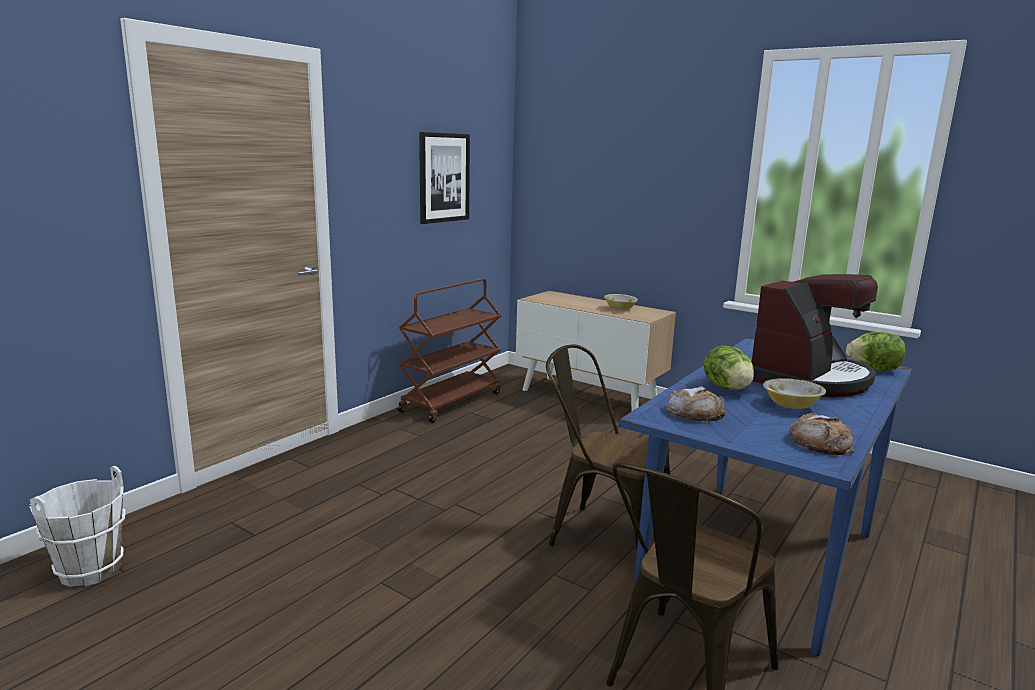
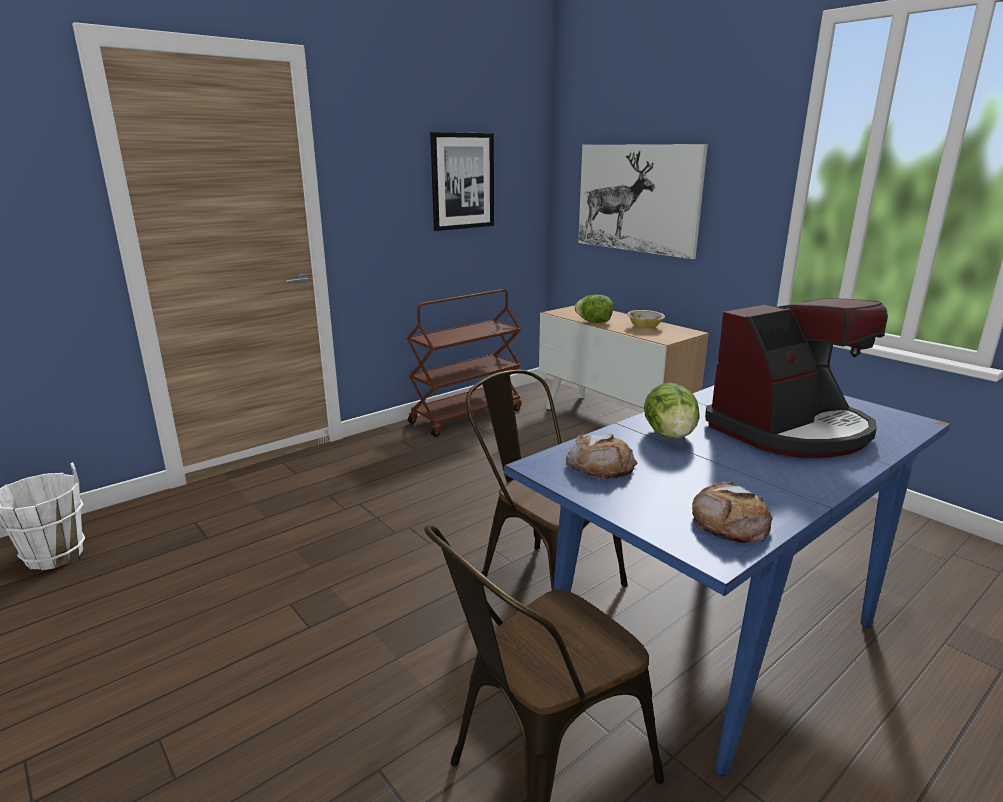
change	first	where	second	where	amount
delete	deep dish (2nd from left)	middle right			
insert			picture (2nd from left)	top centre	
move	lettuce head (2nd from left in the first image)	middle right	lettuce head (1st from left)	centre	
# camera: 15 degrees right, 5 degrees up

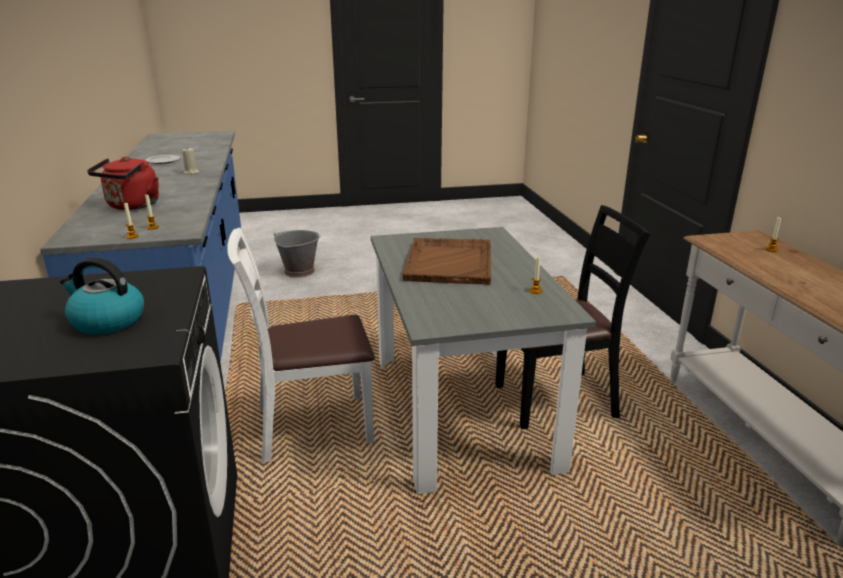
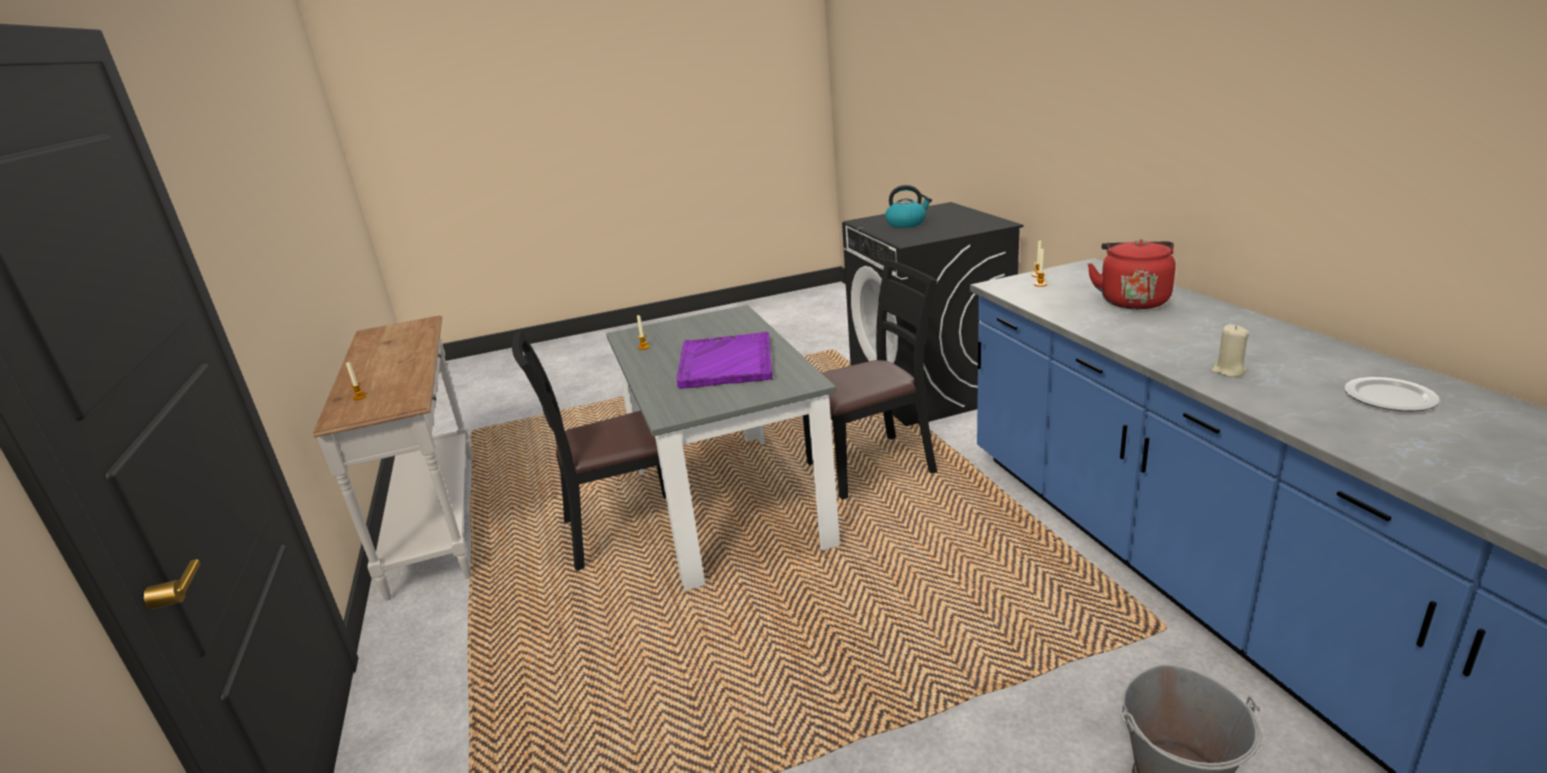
change	first	where	second	where	amount
recolor	whitish plain chair	centre	blackish plain chair (2nd from left)	centre	
recolor	brown-coloured carrying tray	centre	purple-coloured carrying tray	centre	
# camera: 175 degrees right, 0 degrees up

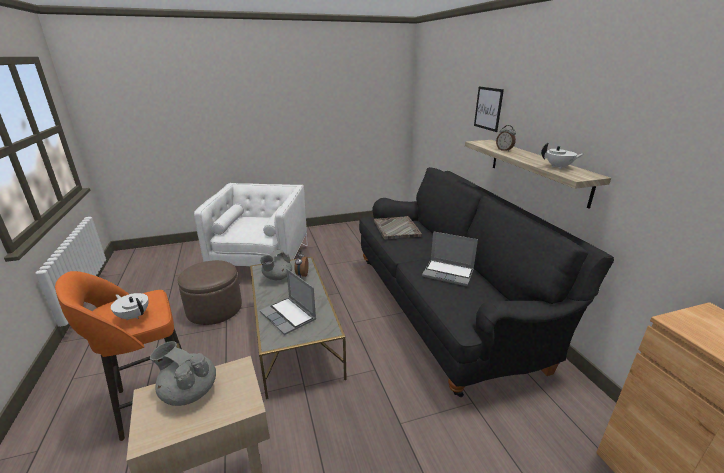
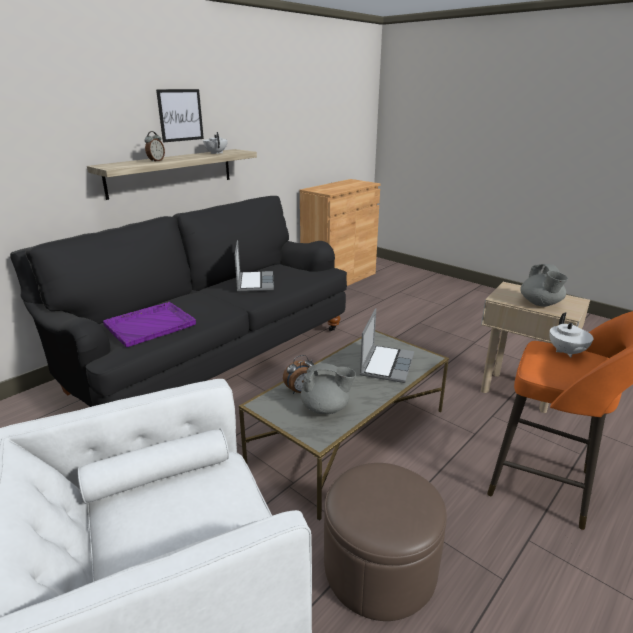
change	first	where	second	where	amount
move	picture	top right		top left	
recolor	grey carrying tray	centre	purple-coloured carrying tray	middle left	
# camera: 120 degrees left, 0 degrees up

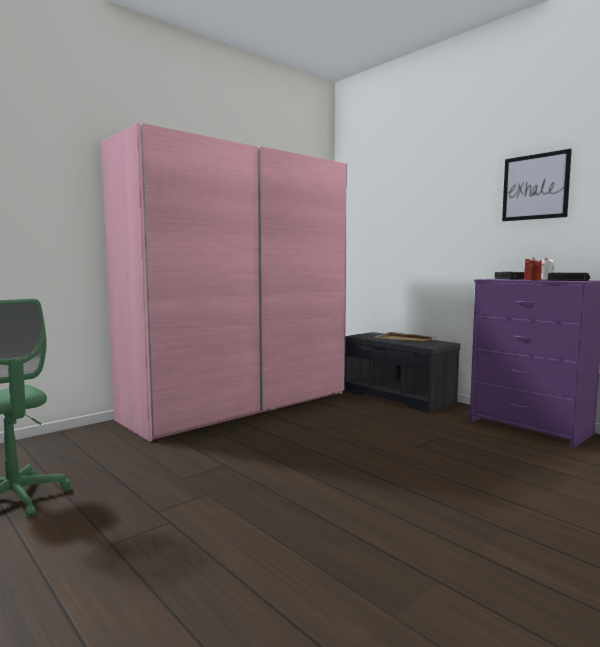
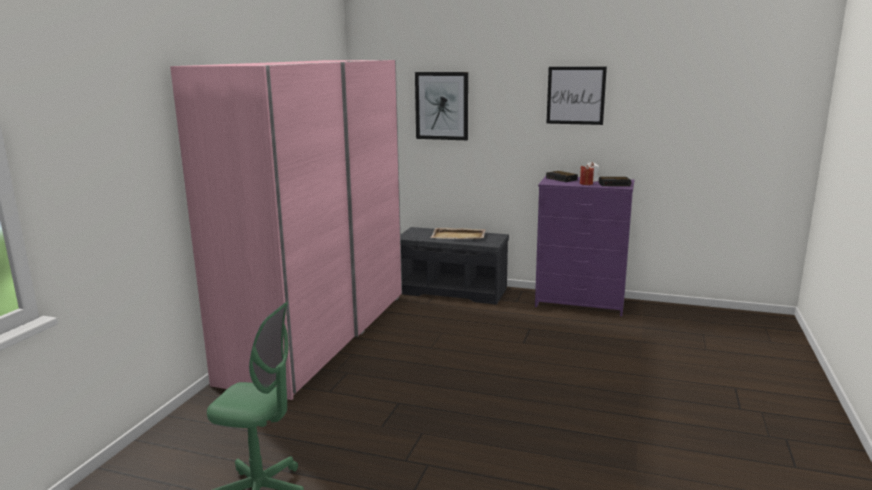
change	first	where	second	where	amount
insert			picture (1st from left)	top centre	
# camera: 30 degrees left, 10 degrees up

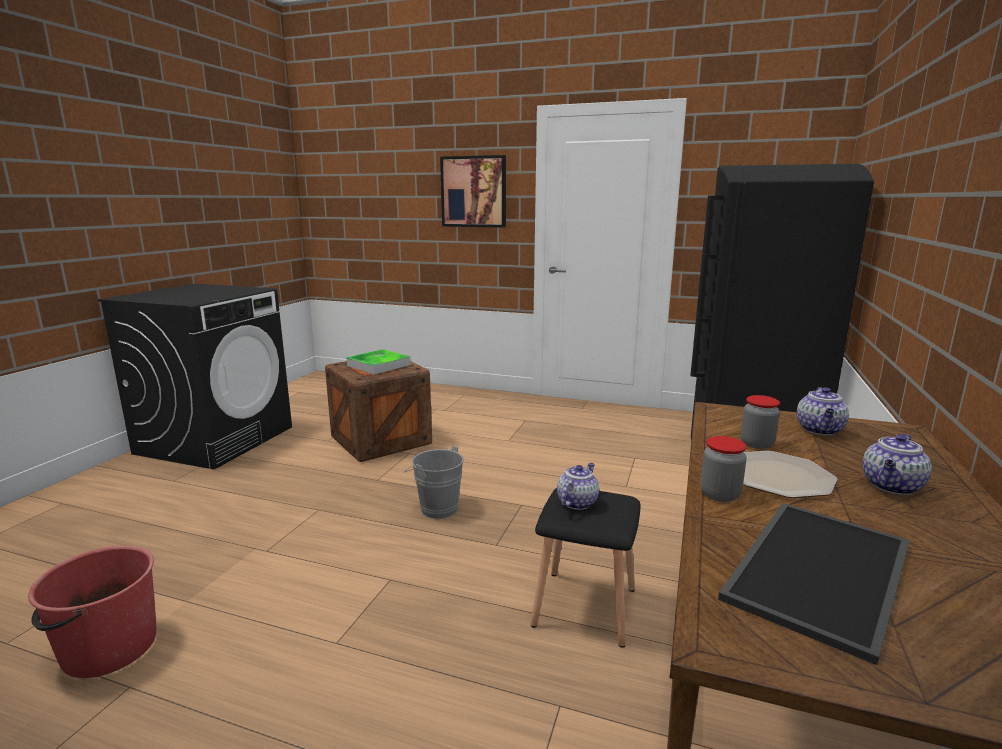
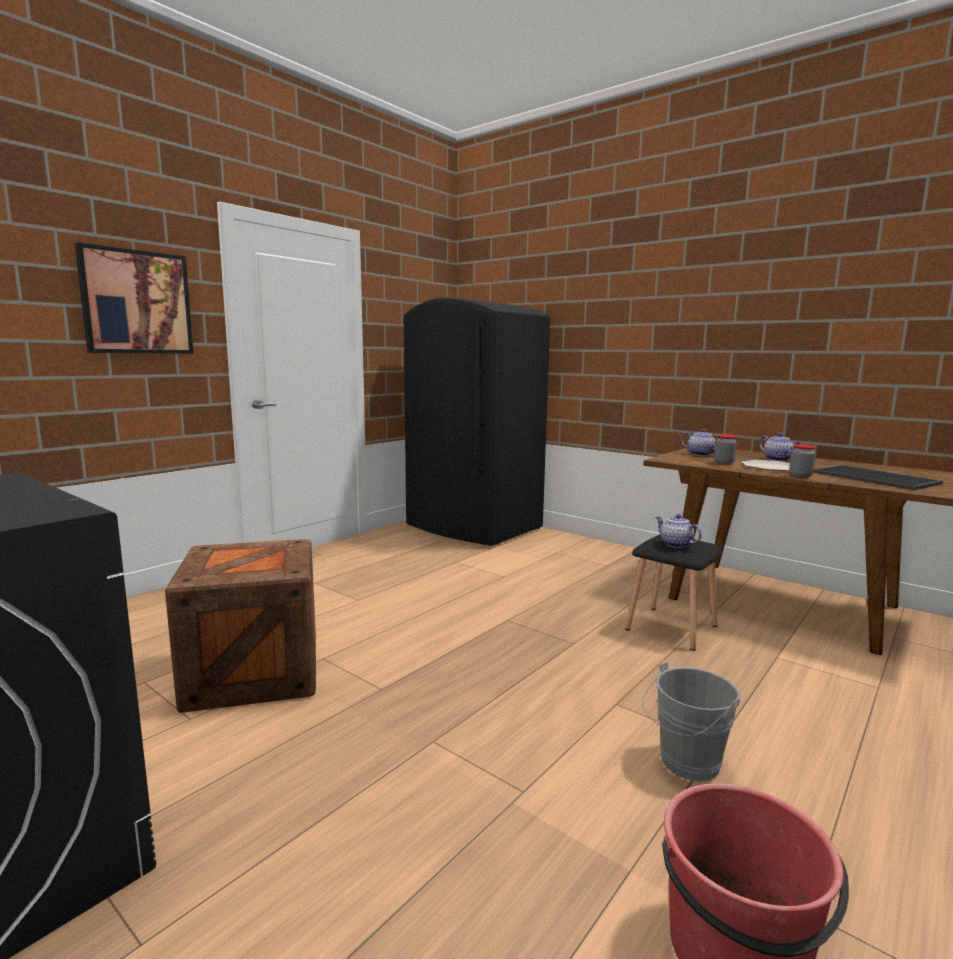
change	first	where	second	where	amount
delete	carrying tray (1st from left)	centre			
move	grey pail	centre		bottom right	
# camera: 70 degrees left, 5 degrees down

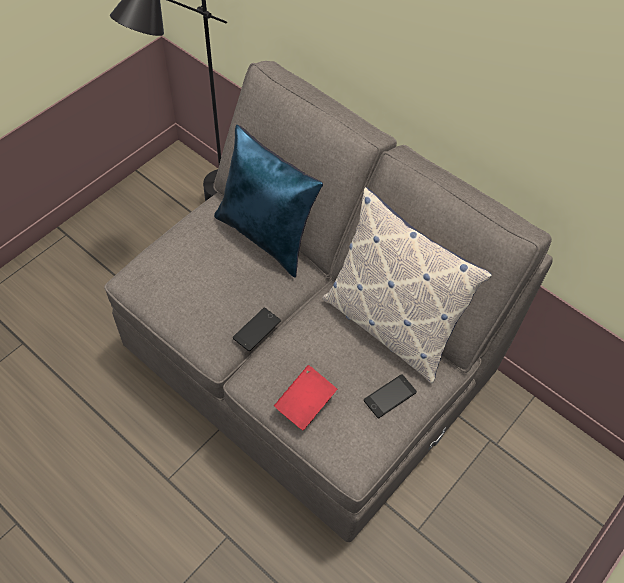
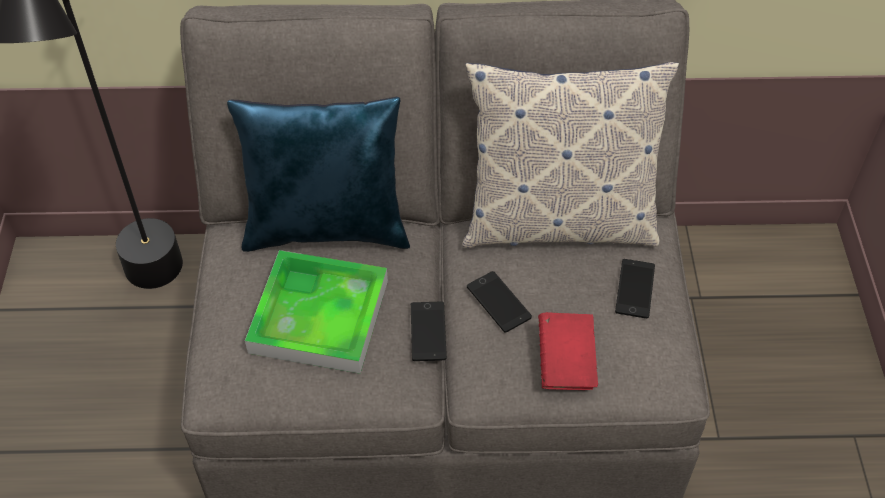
change	first	where	second	where	amount
insert			carrying tray	centre	
insert			handset (2nd from left)	centre	
# camera: 40 degrees left, 5 degrees down

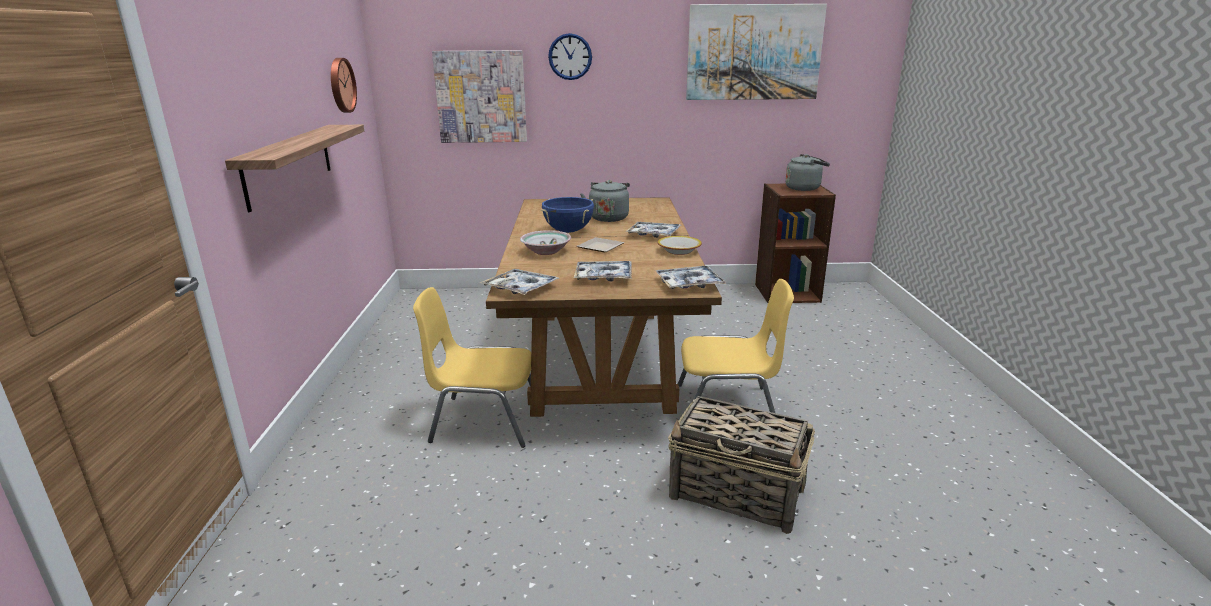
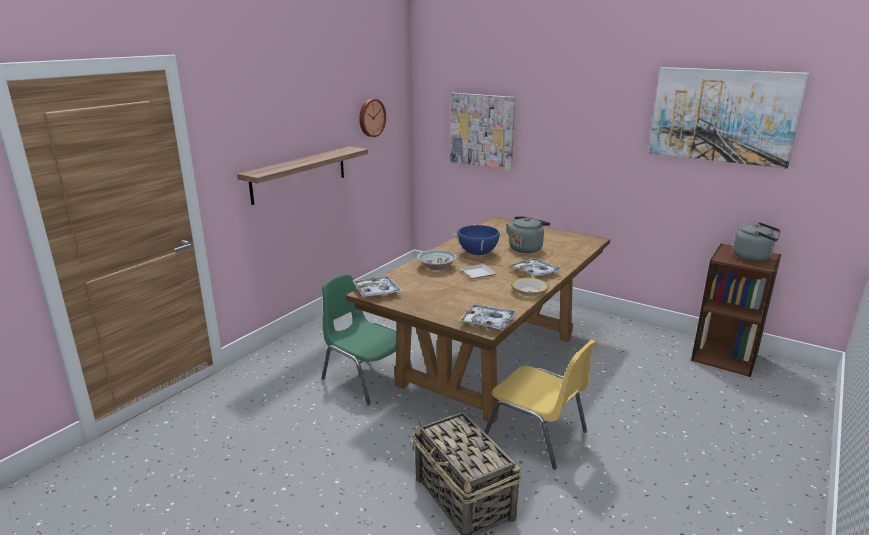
change	first	where	second	where	amount
delete	clock on the wall (2nd from left)	top centre			
delete	carrying tray (2nd from left)	centre			
recolor	yellowish plain chair (1st from left)	centre	green plain chair	centre	
# camera: 35 degrees right, 0 degrees up

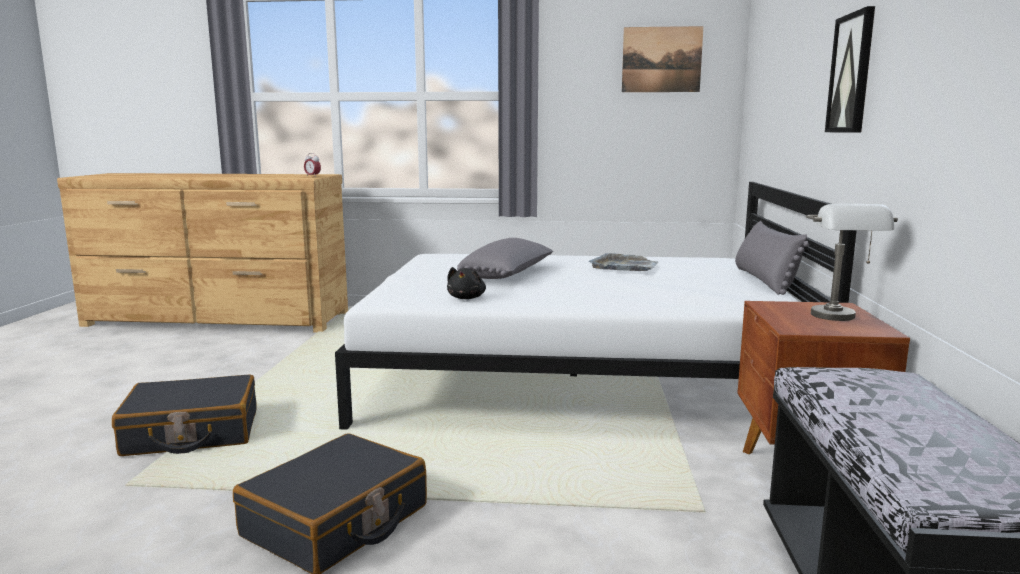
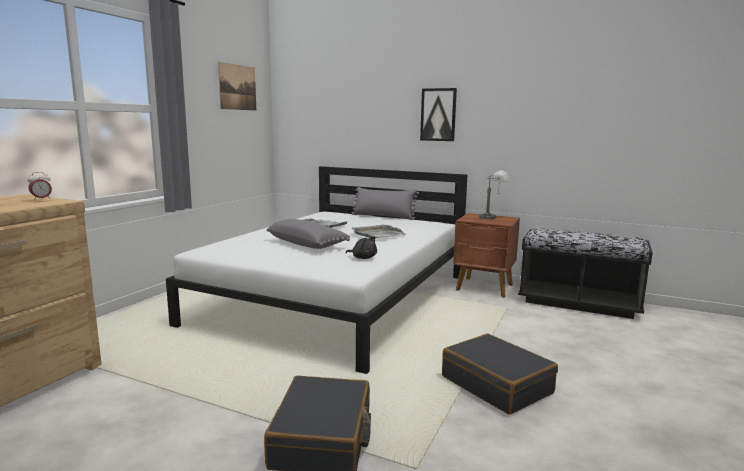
change	first	where	second	where	amount
insert			grey carrying tray (2nd from left)	centre	
# camera: 70 degrees left, 0 degrees up

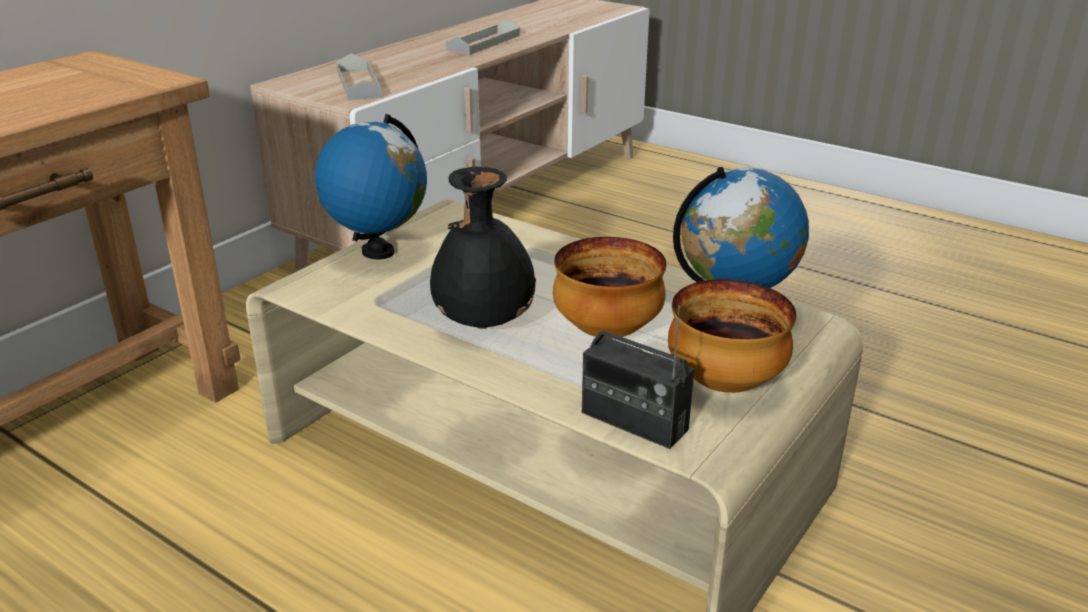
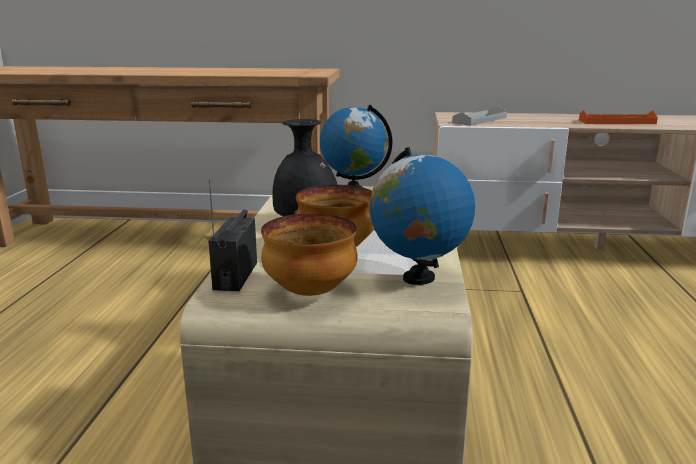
change	first	where	second	where	amount
recolor	grey carrying tray (2nd from left)	top centre	orange-coloured carrying tray	top right	
# camera: 60 degrees right, 10 degrees down

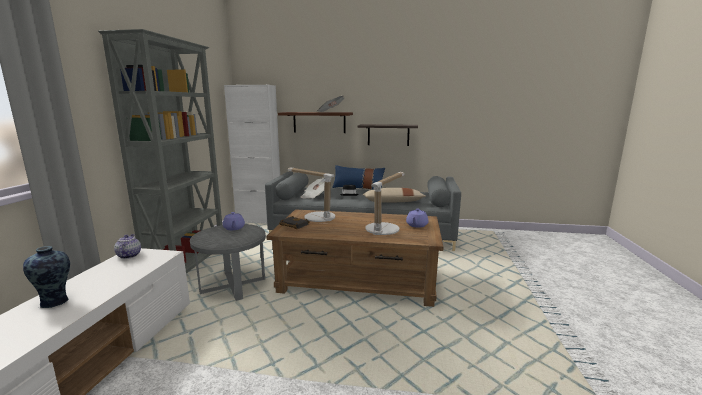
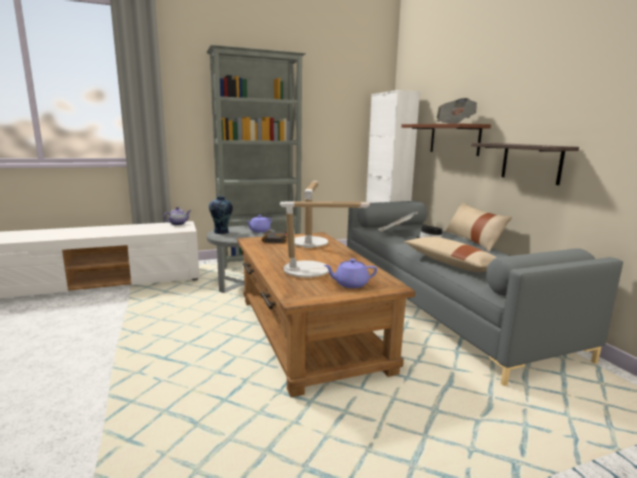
change	first	where	second	where	amount
move	decorative vase	bottom left		centre	
recolor	blue throw pillow	centre	beige-coloured throw pillow (2nd from left)	middle right	
# camera: 60 degrees right, 0 degrees up

